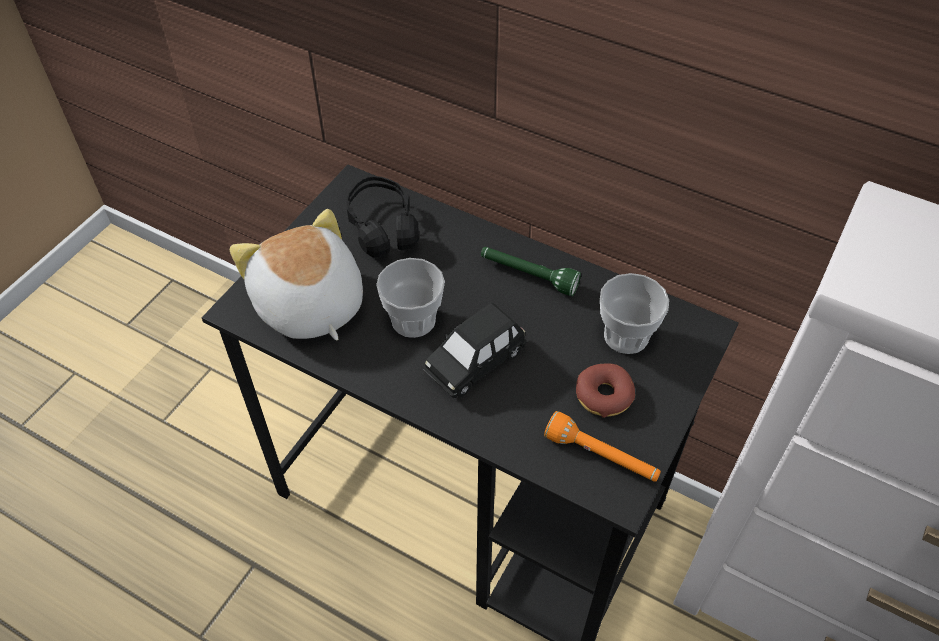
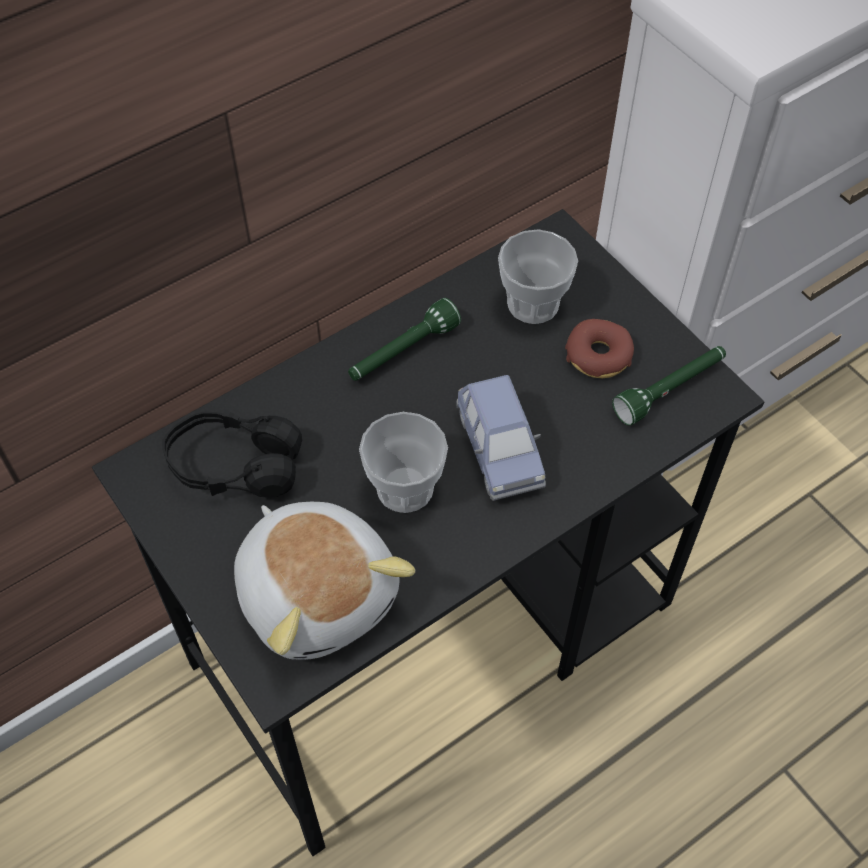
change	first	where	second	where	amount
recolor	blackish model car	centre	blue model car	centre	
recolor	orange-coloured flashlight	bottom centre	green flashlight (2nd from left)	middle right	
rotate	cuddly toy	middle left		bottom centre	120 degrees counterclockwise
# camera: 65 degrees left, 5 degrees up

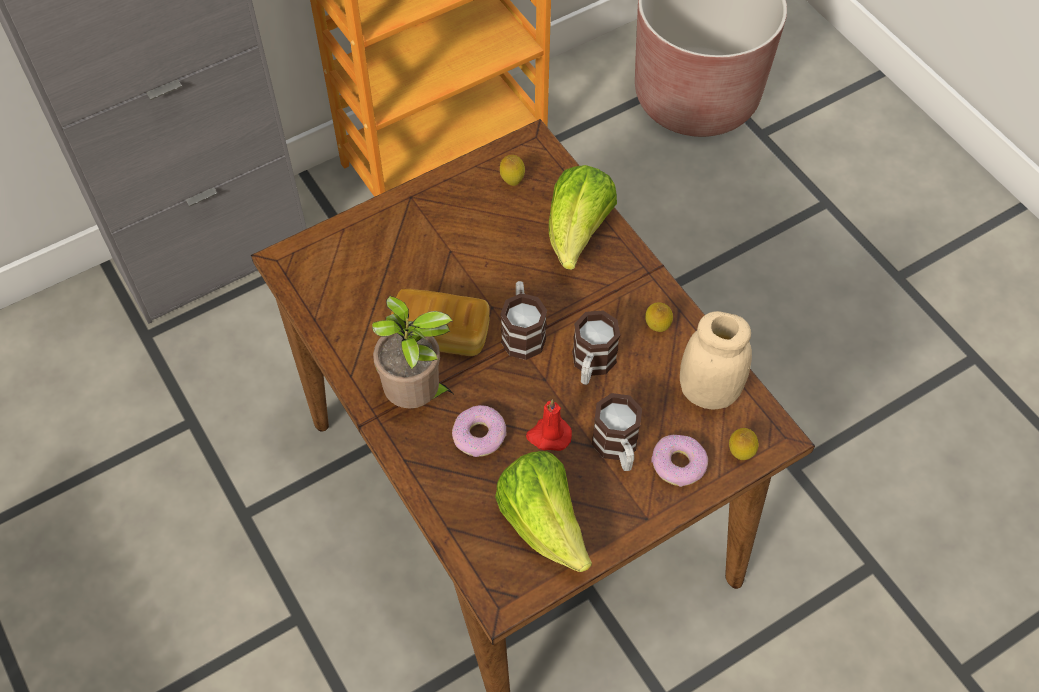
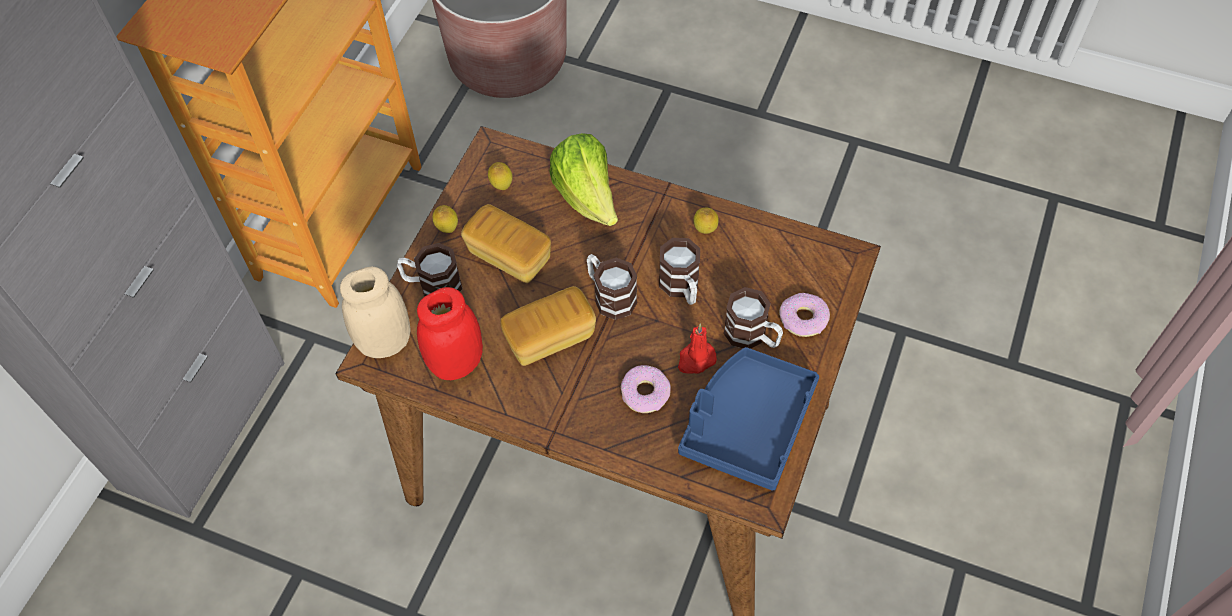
change	first	where	second	where	amount
delete	plant in a pot	centre			
insert			coffee mug (1st from left)	centre	
insert			reddish preserve jar	centre	
insert			baked bread (1st from left)	centre	
move	beige-coloured preserve jar	middle right		middle left	
move	citrus fruit (3rd from left in the first image)	middle right	citrus fruit (1st from left)	centre	
replace	lettuce head (1st from left)	bottom centre	blue carrying tray	bottom centre	
# camera: 35 degrees left, 0 degrees up

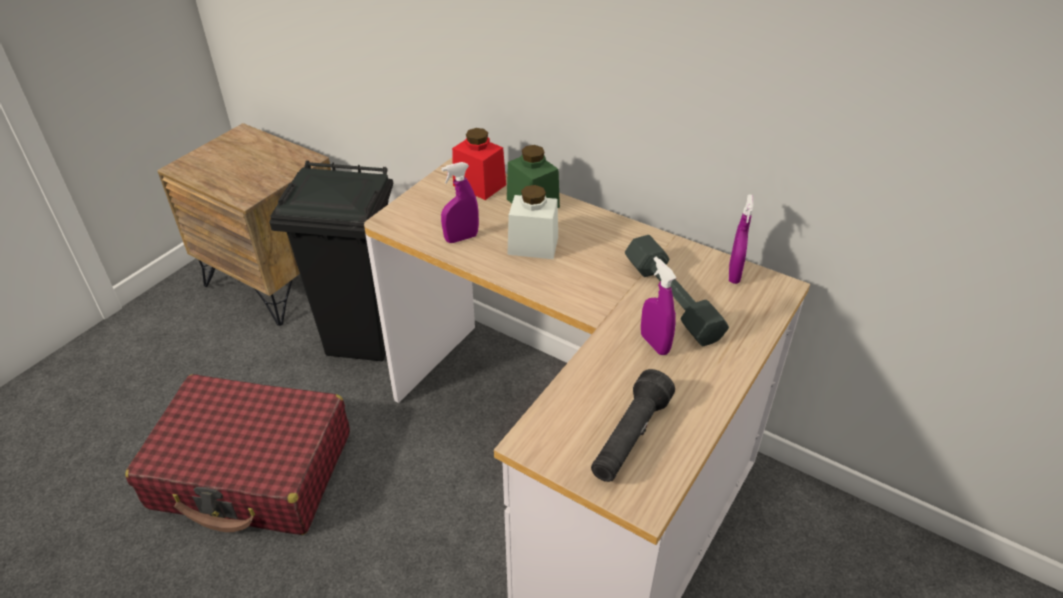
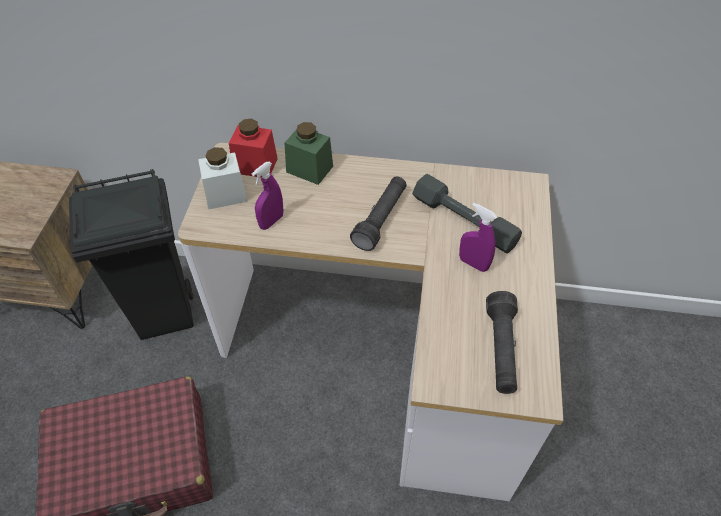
change	first	where	second	where	amount
delete	purple-coloured spray bottle (3rd from left)	middle right			
insert			blackish flashlight (1st from left)	centre	
move	whitish preserve jar	centre		middle left	
# camera: 25 degrees left, 10 degrees up

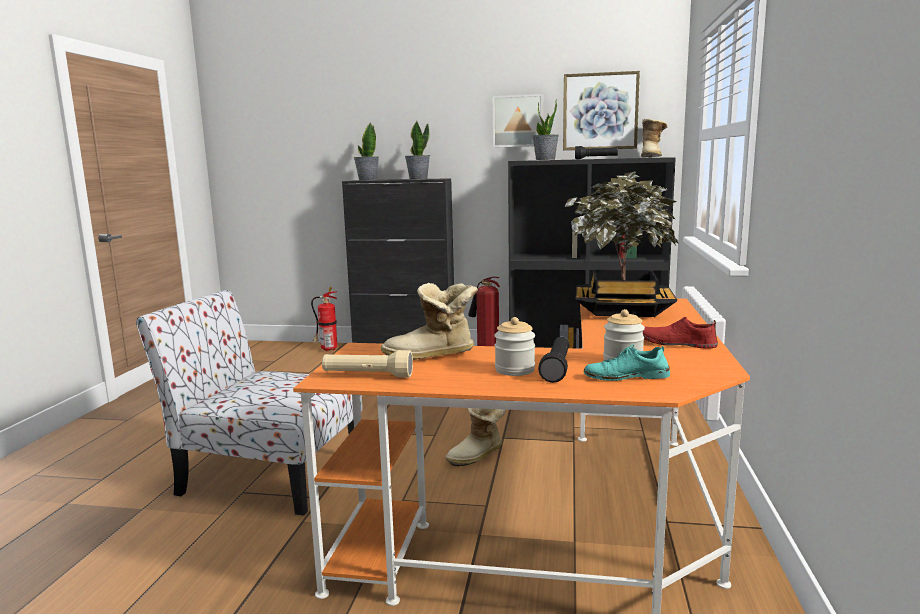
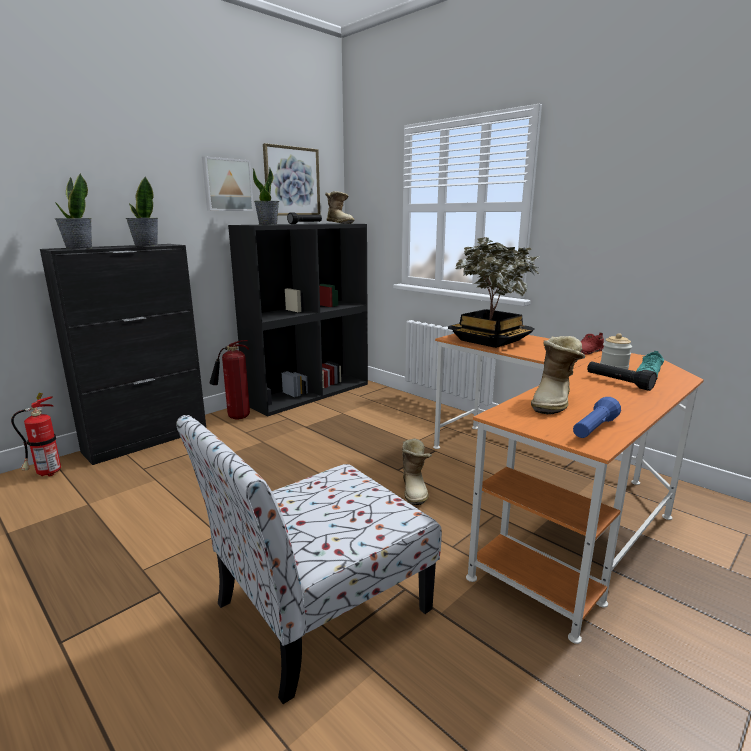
change	first	where	second	where	amount
delete	preserve jar (1st from left)	centre			
recolor	beige-coloured flashlight	centre	blue flashlight	middle right	
# camera: 55 degrees left, 5 degrees up

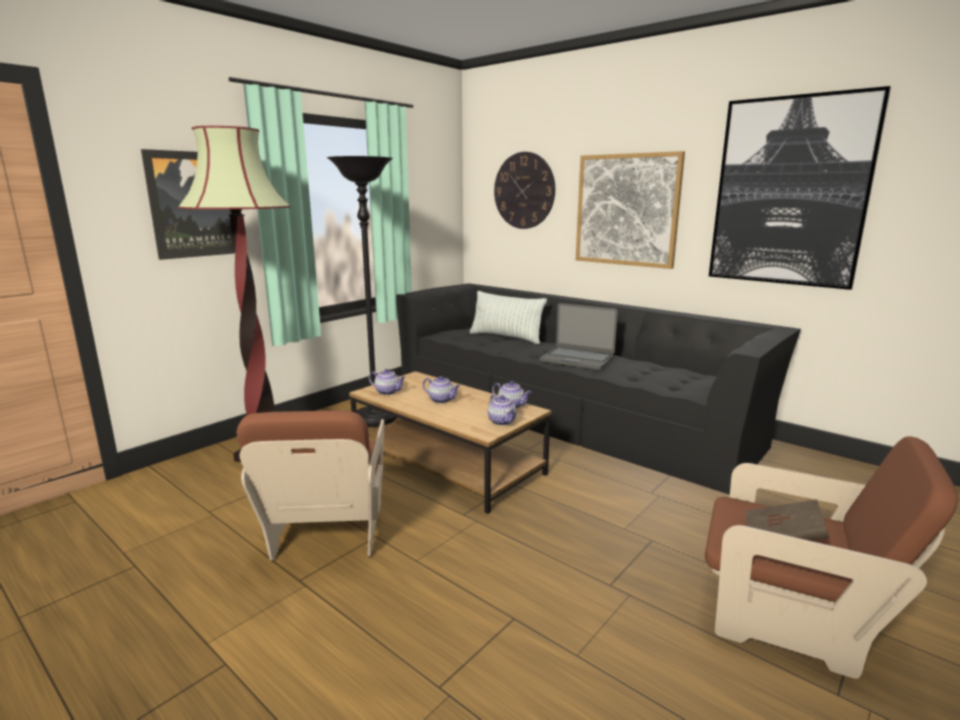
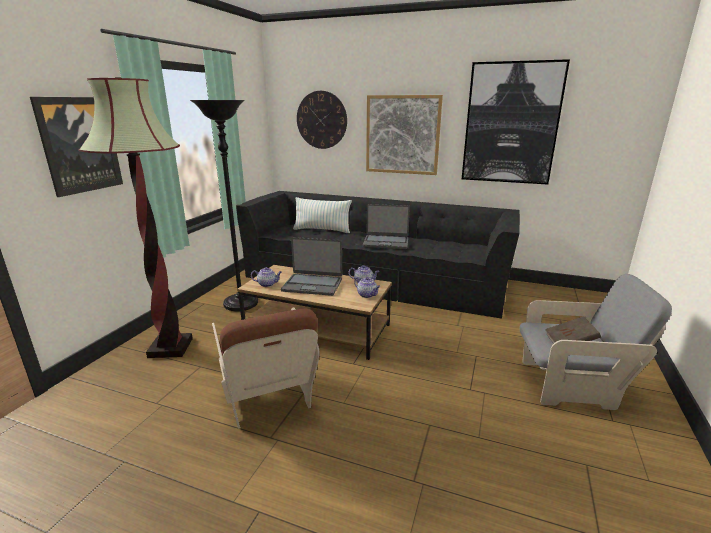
change	first	where	second	where	amount
replace	pot for tea (2nd from left)	centre	laptop (1st from left)	centre	
recolor	brown-coloured armchair (2nd from left)	bottom right	grey armchair	middle right	
# camera: 20 degrees left, 5 degrees up

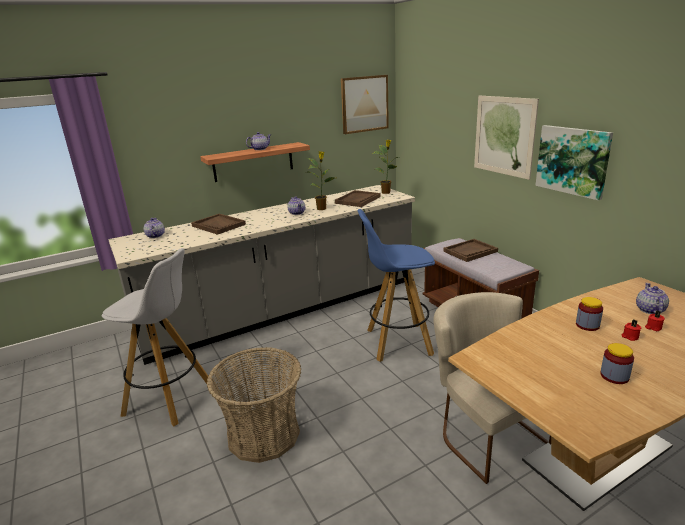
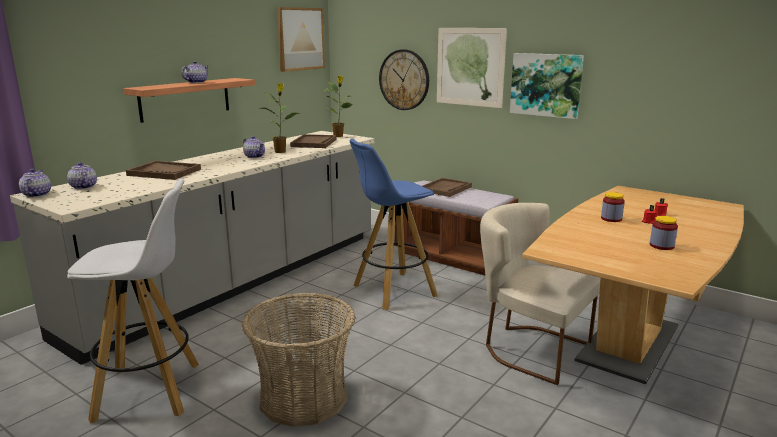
change	first	where	second	where	amount
insert			clock on the wall	top centre	
move	pot for tea (4th from left in the first image)	middle right	pot for tea (1st from left)	middle left	
# camera: 25 degrees left, 5 degrees down

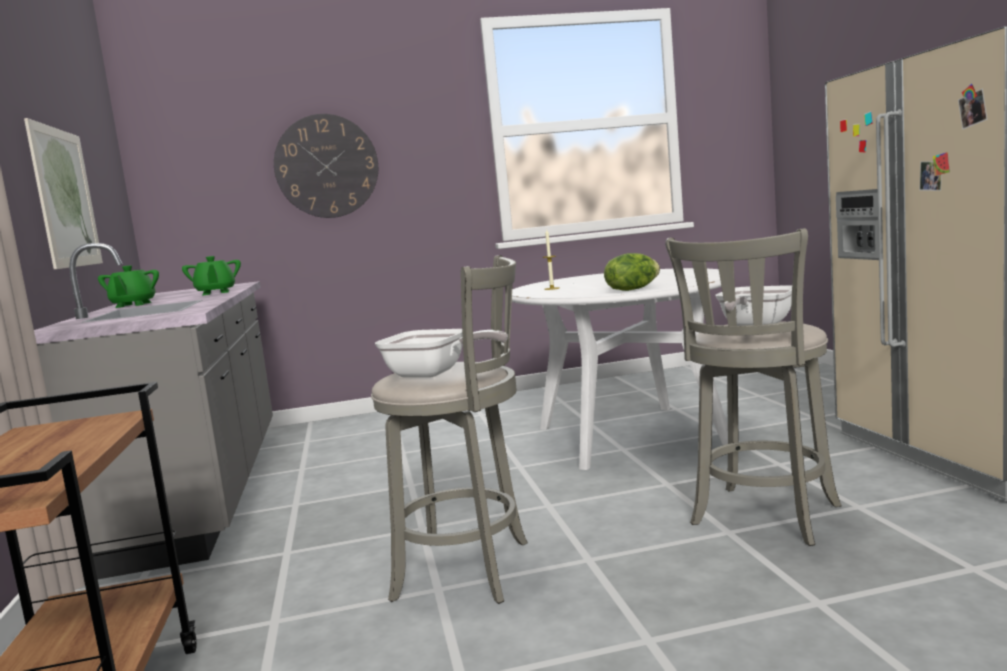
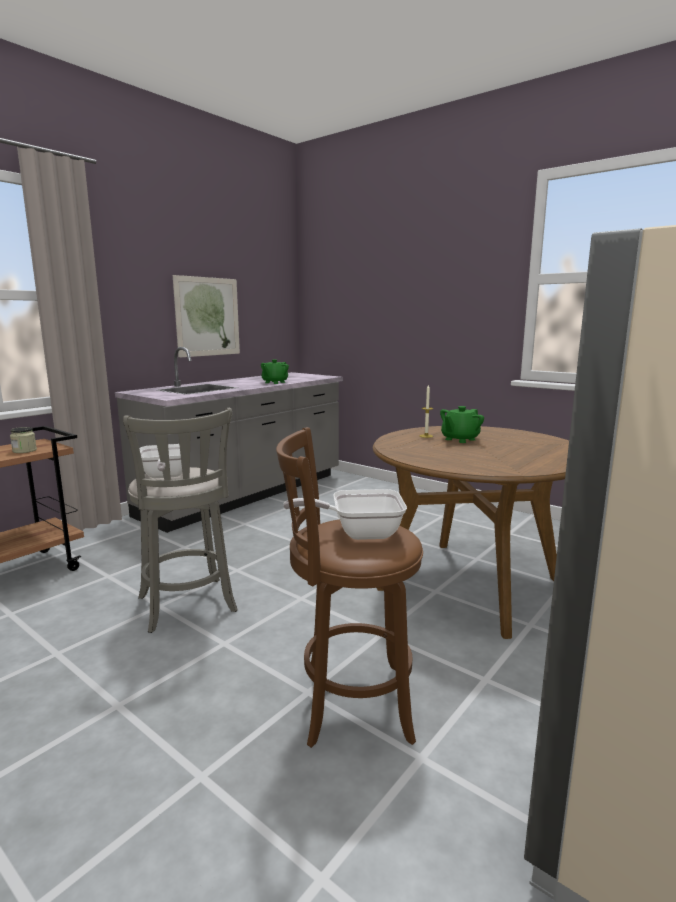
change	first	where	second	where	amount
delete	clock on the wall	top left			
delete	lettuce head	centre			
insert			preserve jar	middle left	
move	green pot for tea (1st from left in the first image)	middle left	green pot for tea (2nd from left)	middle right	
recolor	whitish dining table	centre	brown-coloured dining table	middle right	
recolor	grey stool seat (2nd from left)	middle right	brown-coloured stool seat	centre	
# camera: 50 degrees right, 5 degrees up

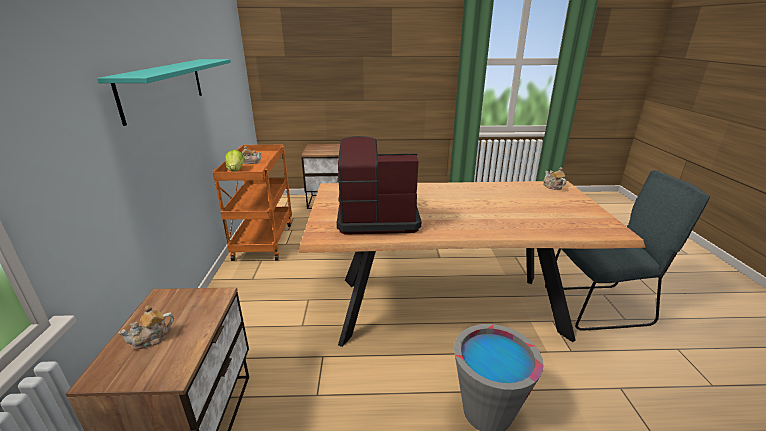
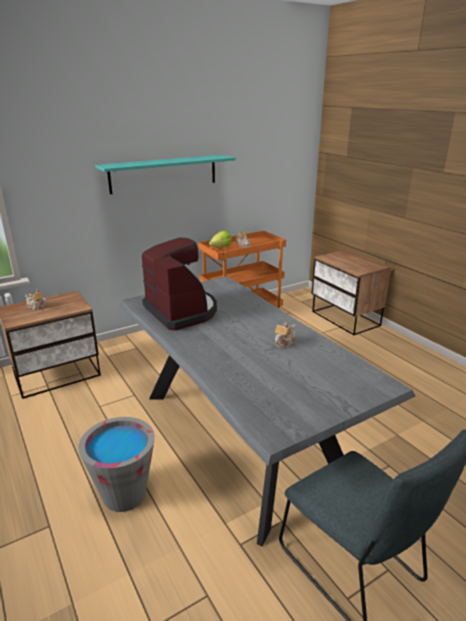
change	first	where	second	where	amount
move	pot for tea (3rd from left)	middle right		centre	
recolor	brown-coloured dining table	centre	grey dining table	centre	
# camera: 60 degrees right, 0 degrees up

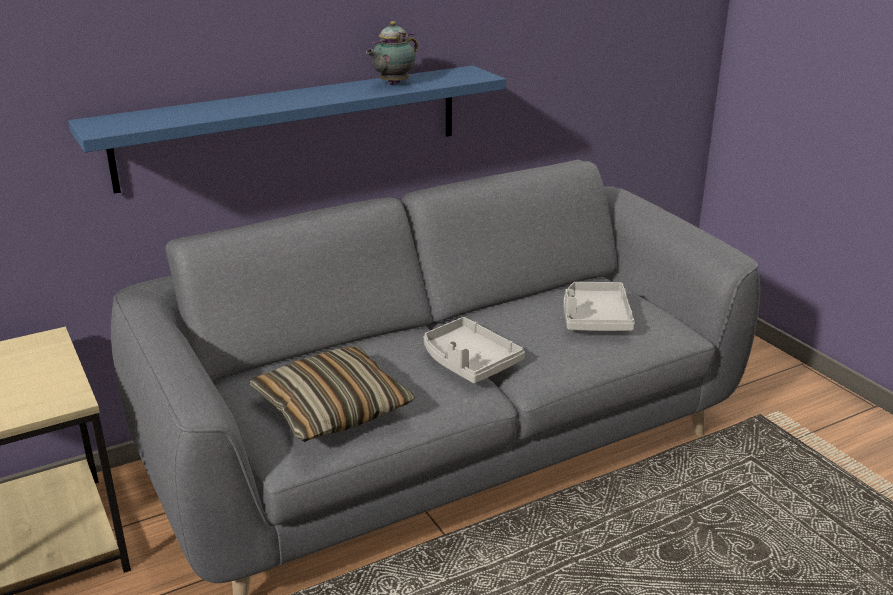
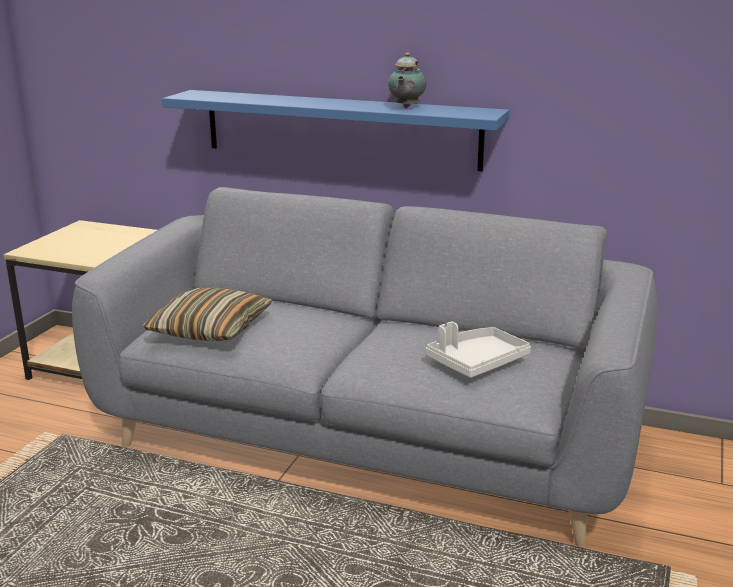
change	first	where	second	where	amount
delete	grey carrying tray (1st from left)	centre			
rotate	pot for tea	top centre		top centre	75 degrees counterclockwise
# camera: 50 degrees right, 5 degrees down

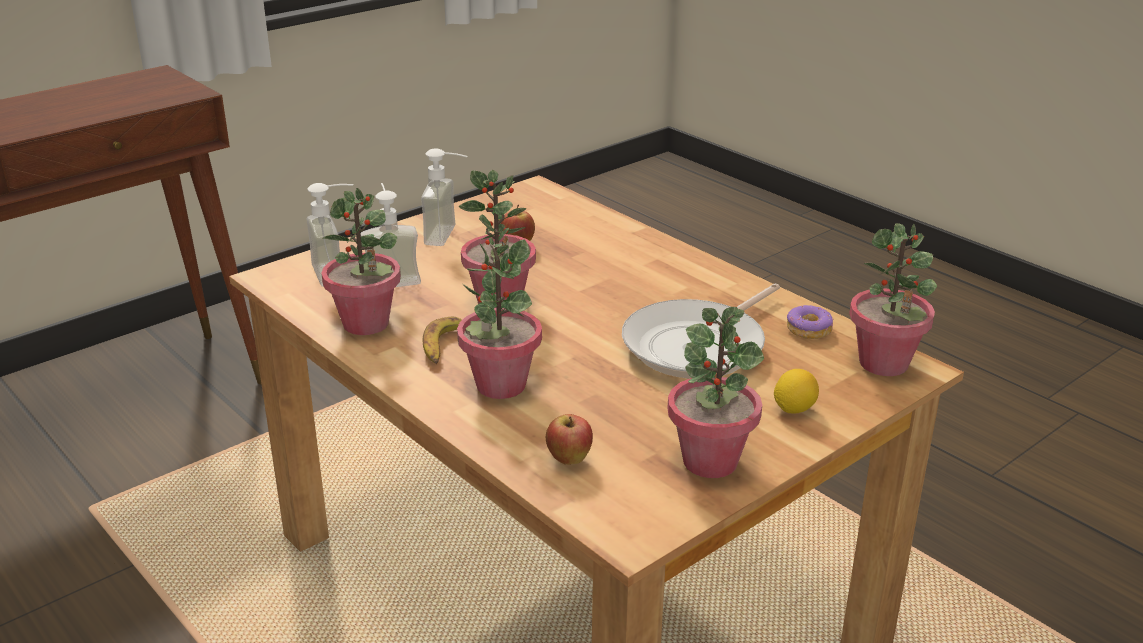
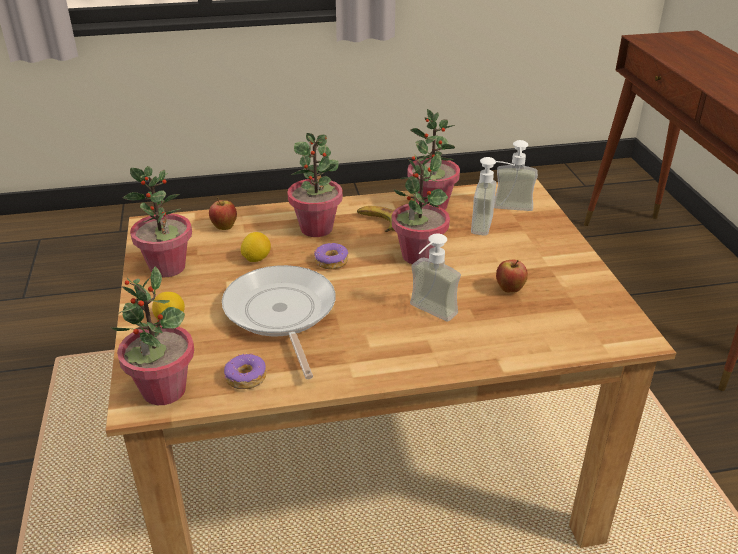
change	first	where	second	where	amount
insert			citrus fruit (2nd from left)	centre	
insert			ring doughnut (2nd from left)	centre	
move	soap bottle (3rd from left in the first image)	top centre	soap bottle (1st from left)	centre	
# camera: 120 degrees right, 5 degrees up

